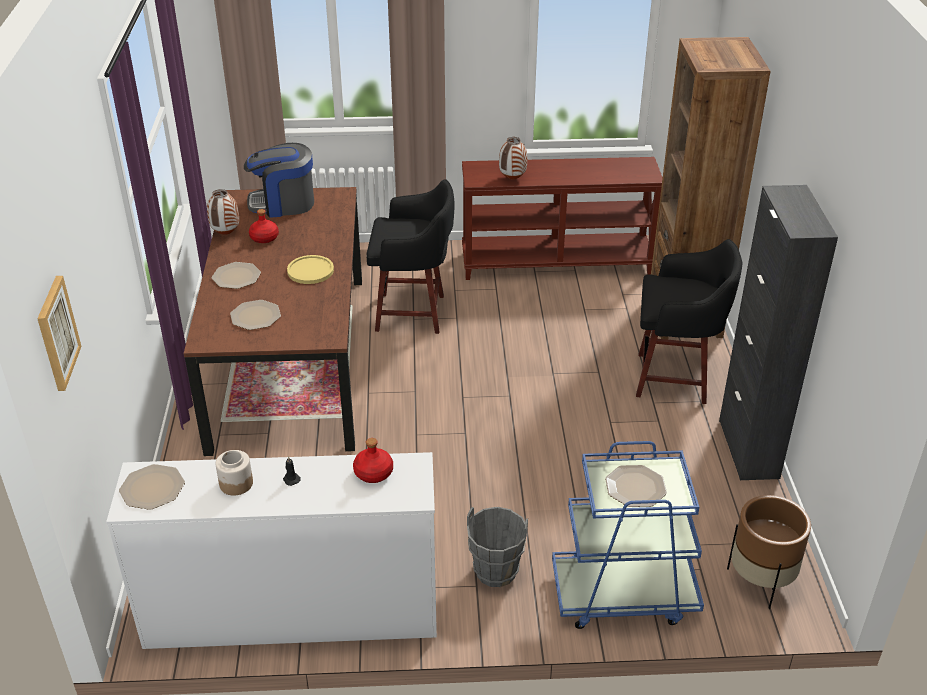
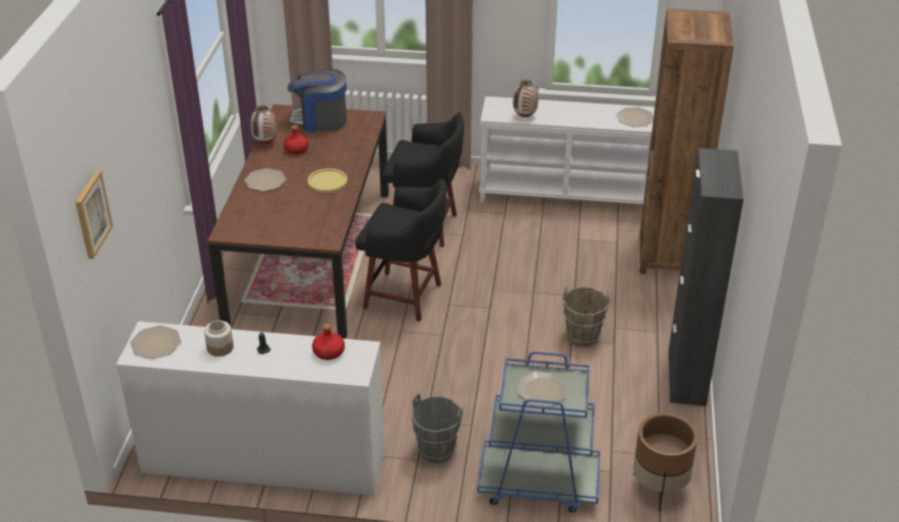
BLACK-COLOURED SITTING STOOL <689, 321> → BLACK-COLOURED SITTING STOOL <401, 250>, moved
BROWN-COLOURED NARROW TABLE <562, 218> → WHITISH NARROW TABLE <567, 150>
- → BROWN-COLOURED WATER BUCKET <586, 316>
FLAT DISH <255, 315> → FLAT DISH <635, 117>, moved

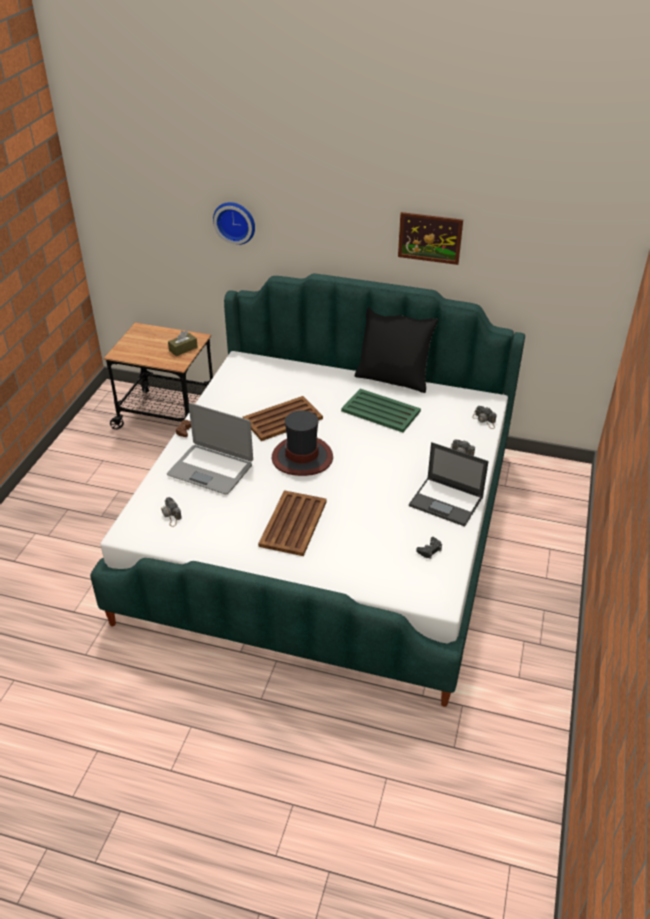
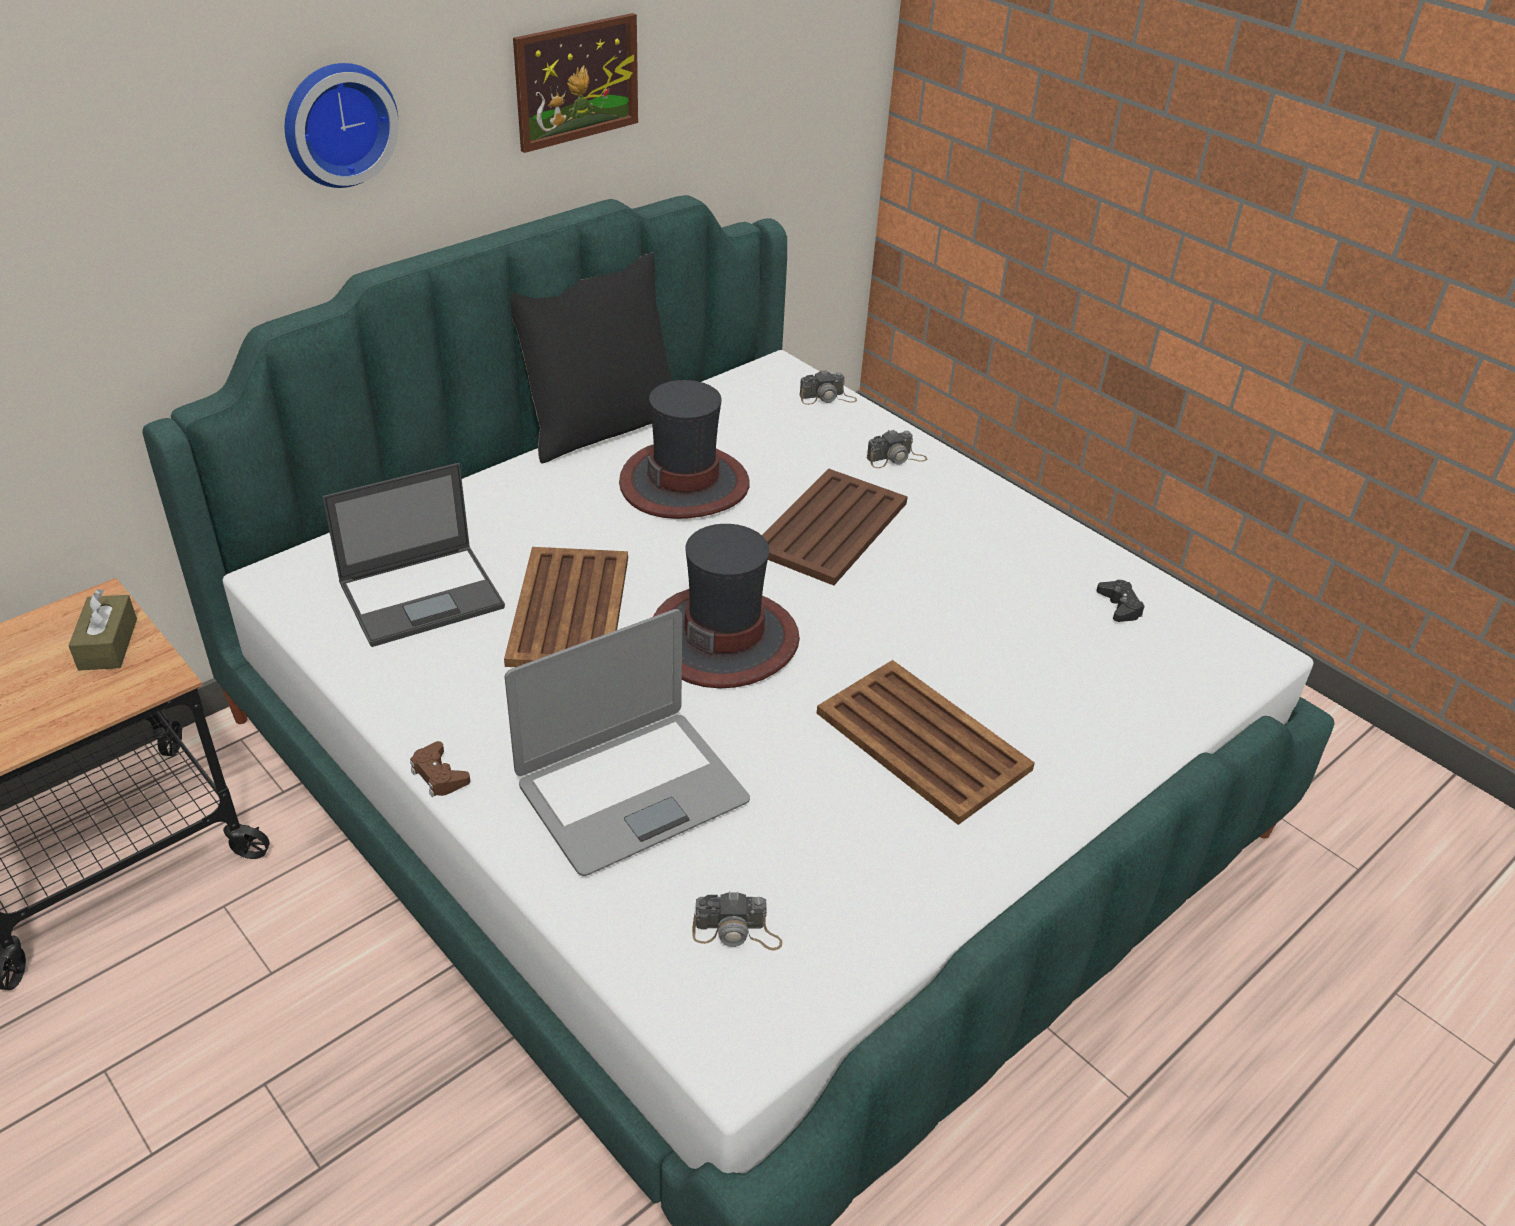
CLOCK ON THE WALL <234, 223> → CLOCK ON THE WALL <342, 125>, moved
NOTEBOOK COMPUTER <449, 484> → NOTEBOOK COMPUTER <413, 555>, moved
GREEN-COLOURED TRAY <381, 410> → CLOTHING HAT <684, 449>
- → BROWN-COLOURED TRAY <835, 527>

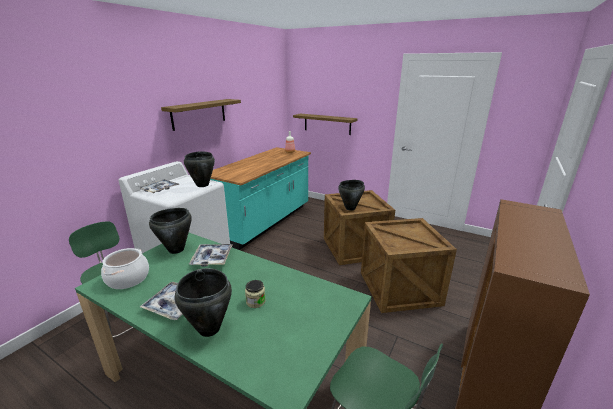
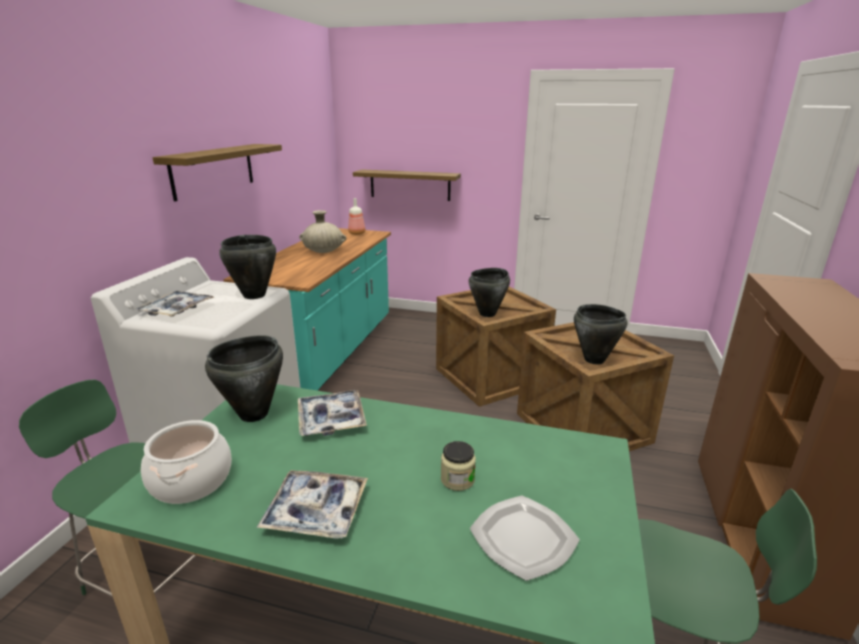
- → SAND-COLOURED FLOWER VASE <323, 231>
- → FLAT DISH <525, 538>
BLACK-COLOURED STOCKPOT <203, 302> → BLACK-COLOURED STOCKPOT <601, 334>, moved

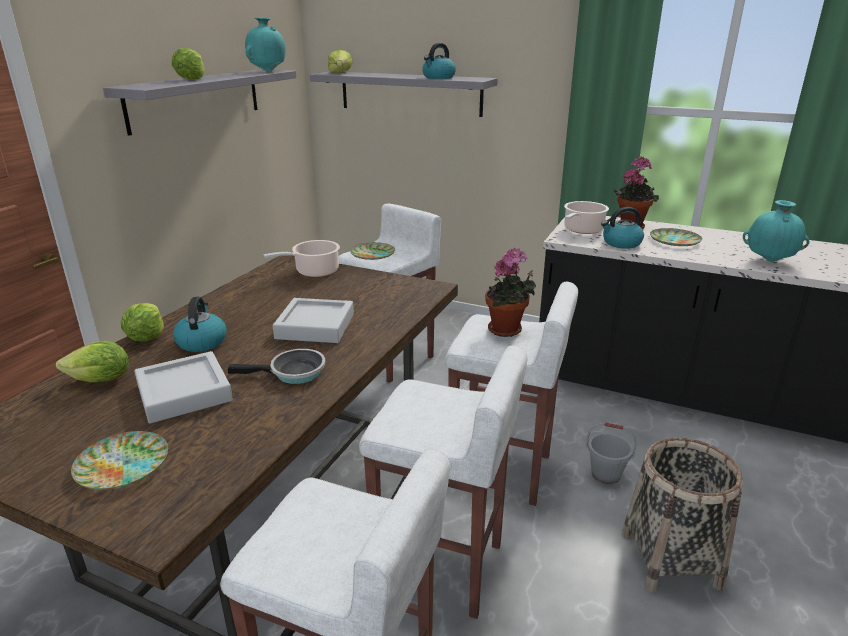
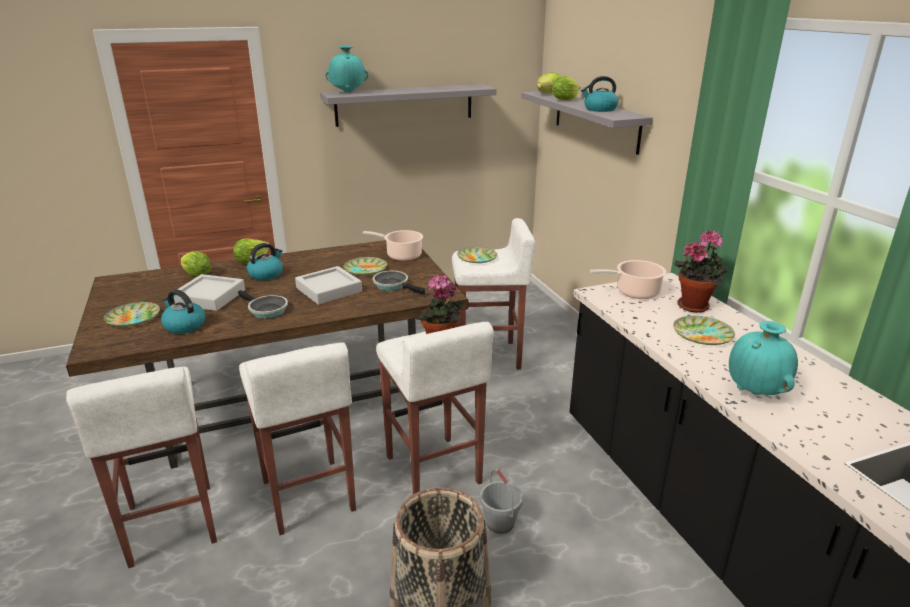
WATER KETTLE <622, 228> → WATER KETTLE <183, 312>, moved
TURQUOISE FLOWER VASE <265, 45> → TURQUOISE FLOWER VASE <347, 69>, moved
- → FLAT DISH <365, 266>
- → PAN <399, 283>
LETTUCE HEAD <188, 63> → LETTUCE HEAD <566, 88>, moved

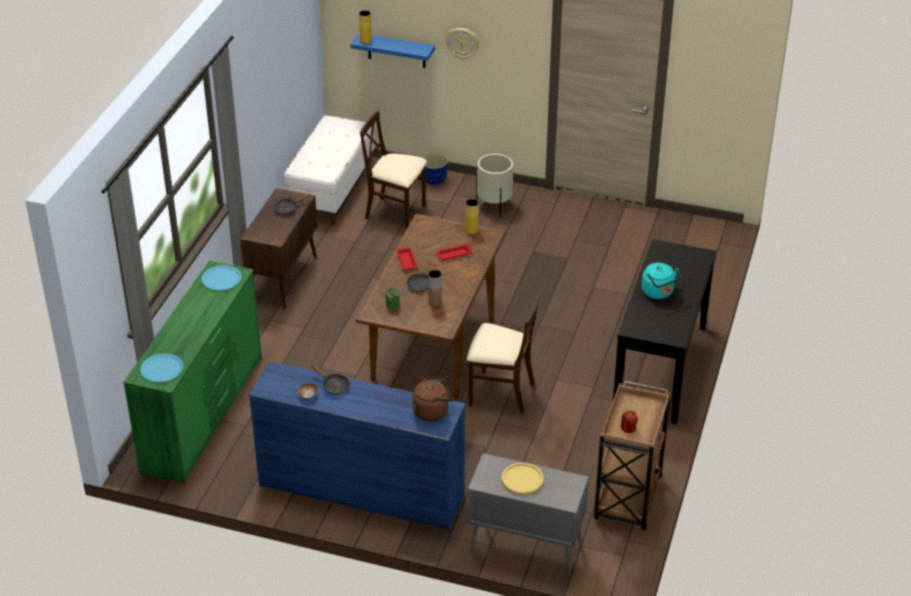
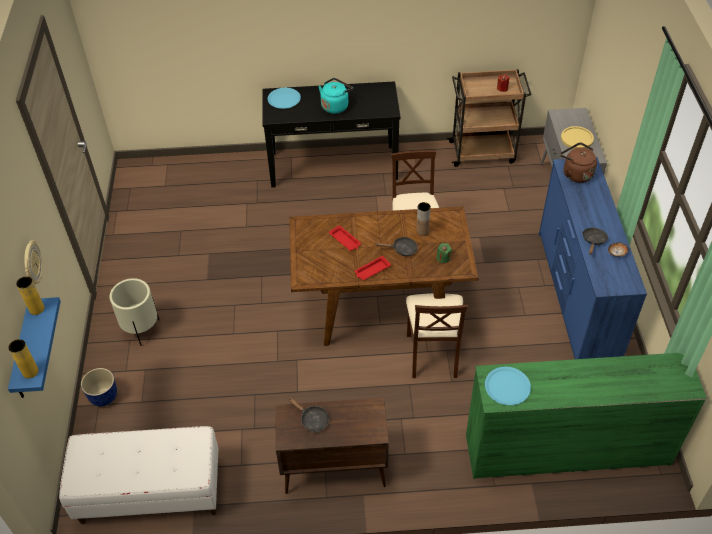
YELLOW-COLOURED FLOWER VASE <472, 216> → YELLOW-COLOURED FLOWER VASE <30, 295>, moved
BLUE FLAT DISH <161, 367> → BLUE FLAT DISH <284, 98>, moved
SAND-COLOURED CHAIR <393, 170> → SAND-COLOURED CHAIR <437, 335>, moved

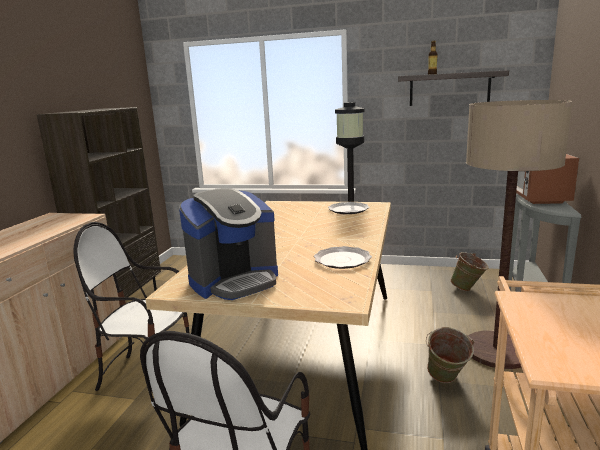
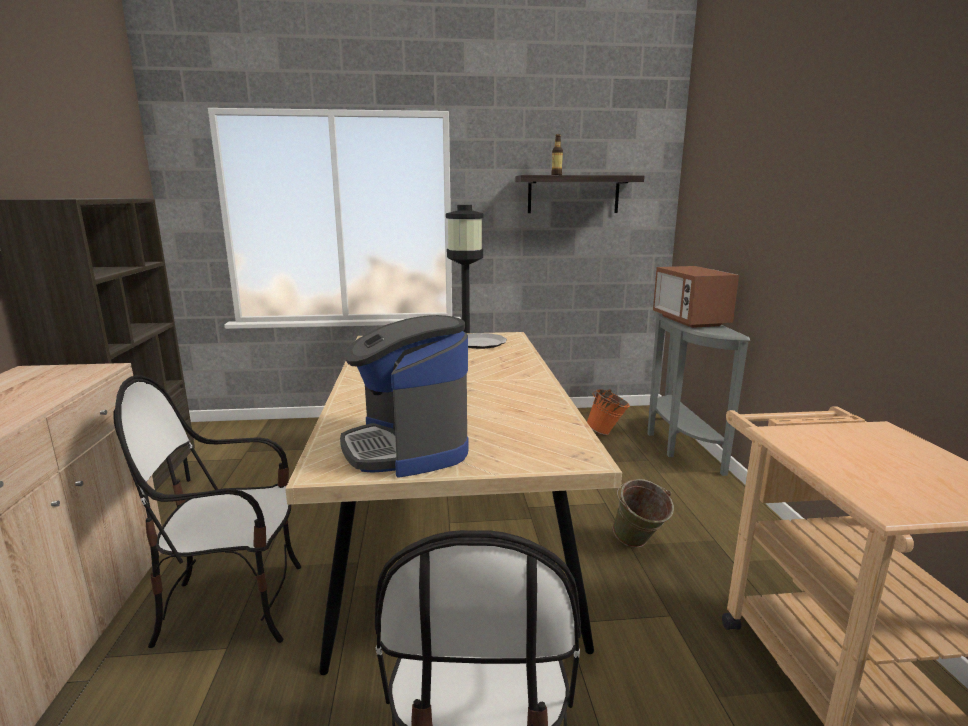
COFFEE MAKER <228, 244> → COFFEE MAKER <404, 396>, 120 degrees clockwise
GREEN-COLOURED WATER BUCKET <469, 271> → ORANGEY WATER BUCKET <608, 412>
FLAT DISH <343, 257> → -
FLOOR LAMP <519, 234> → -

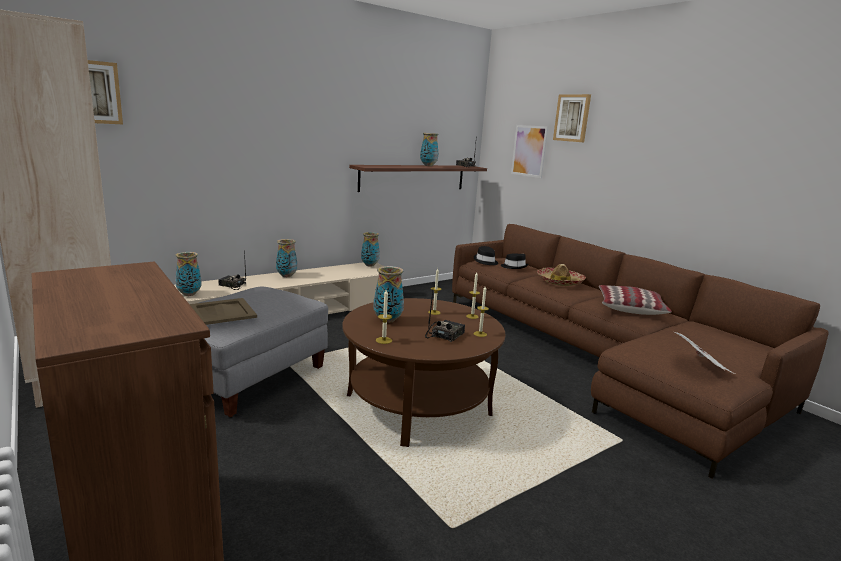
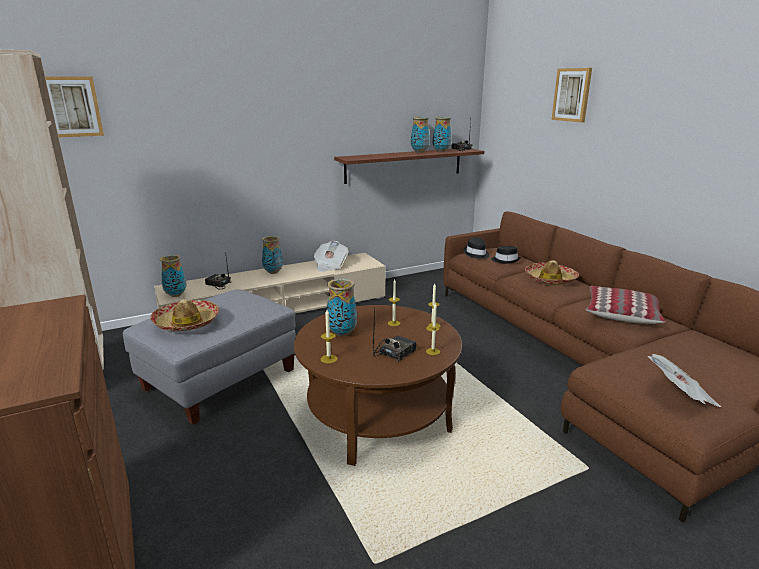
SAND-COLOURED TRAY <223, 311> → CLOTHING HAT <184, 315>
- → NEWSPAPER <331, 256>
FLOWER VASE <370, 249> → FLOWER VASE <442, 134>, moved
PICTURE <529, 151> → -

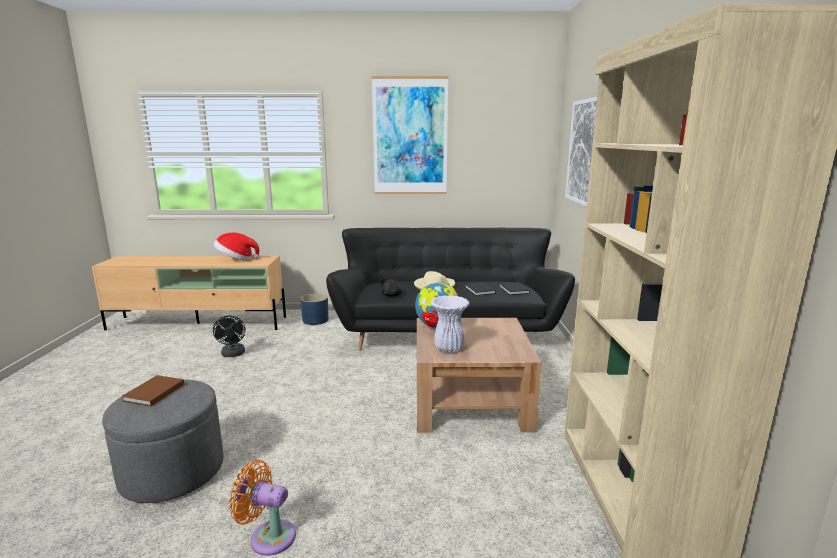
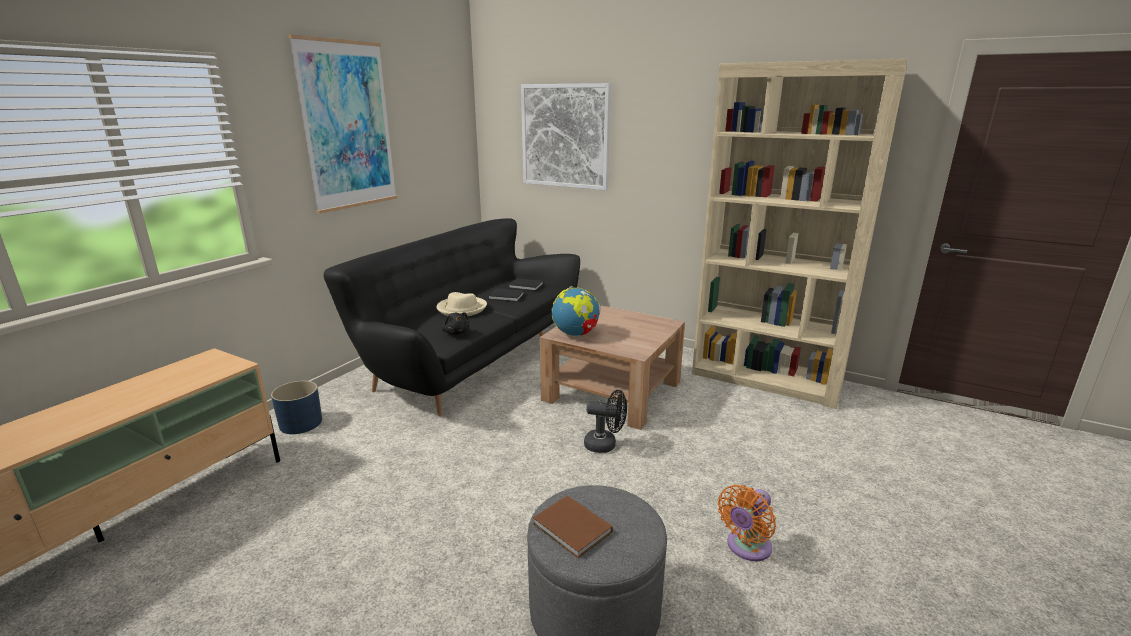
BLACK-COLOURED FAN <229, 336> → BLACK-COLOURED FAN <605, 421>, moved
CLOTHING HAT <236, 246> → -
WHITISH FLOWER VASE <449, 323> → -

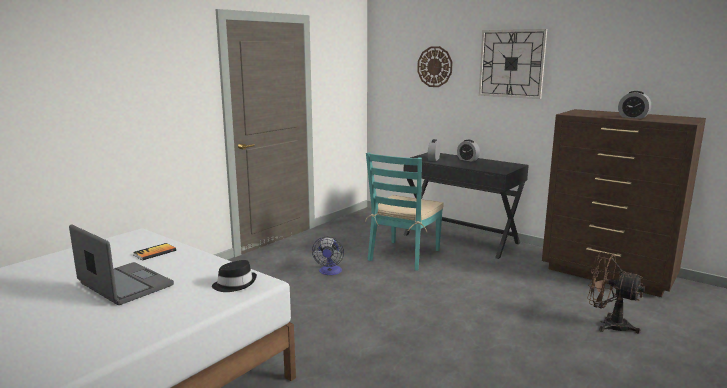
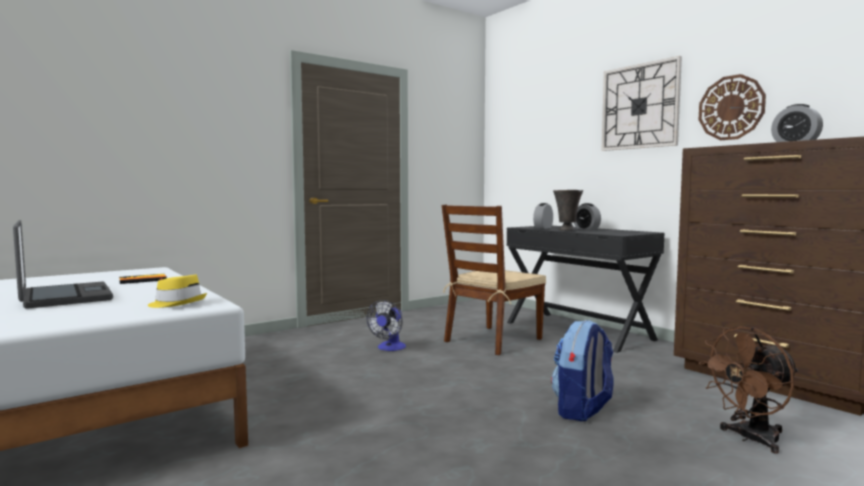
BLACK-COLOURED CLOTHING HAT <234, 276> → YELLOW-COLOURED CLOTHING HAT <177, 291>
TURQUOISE CHAIR <404, 211> → BROWN-COLOURED CHAIR <494, 280>
- → BACKPACK <582, 370>
- → GRAY FLOWER VASE <568, 210>
CLOCK ON THE WALL <435, 66> → CLOCK ON THE WALL <732, 107>, moved
BROWN-COLOURED FAN <616, 293> → BROWN-COLOURED FAN <749, 390>, 75 degrees counterclockwise

